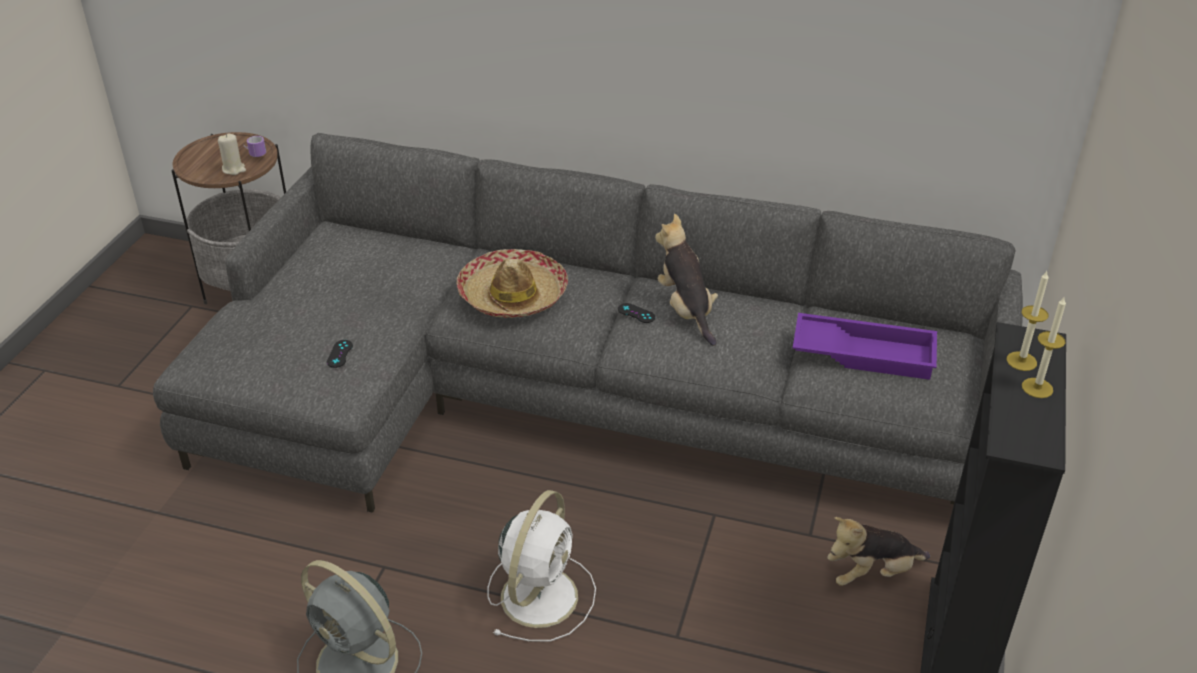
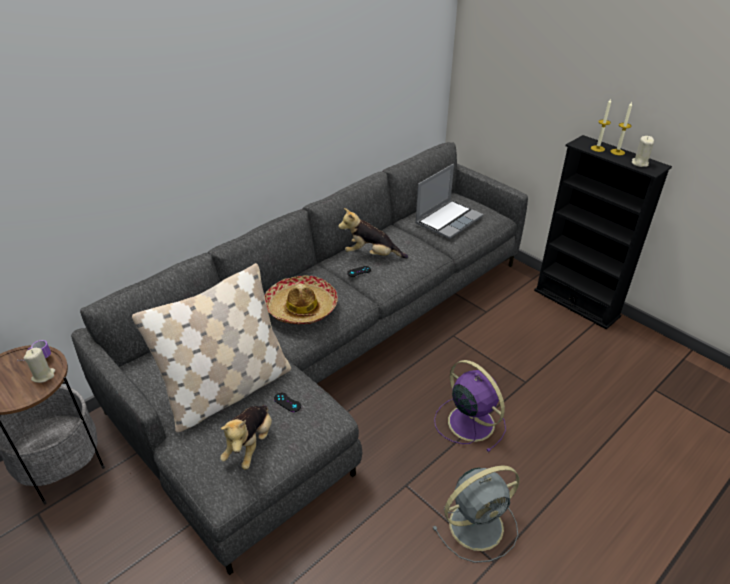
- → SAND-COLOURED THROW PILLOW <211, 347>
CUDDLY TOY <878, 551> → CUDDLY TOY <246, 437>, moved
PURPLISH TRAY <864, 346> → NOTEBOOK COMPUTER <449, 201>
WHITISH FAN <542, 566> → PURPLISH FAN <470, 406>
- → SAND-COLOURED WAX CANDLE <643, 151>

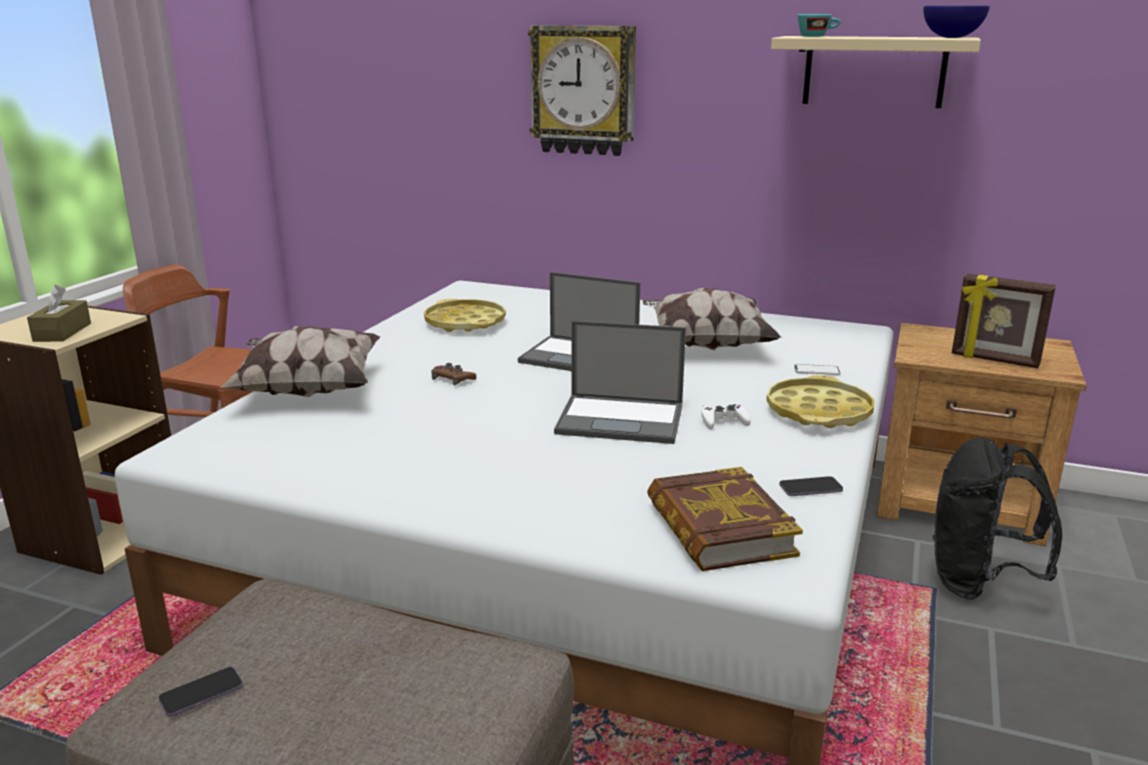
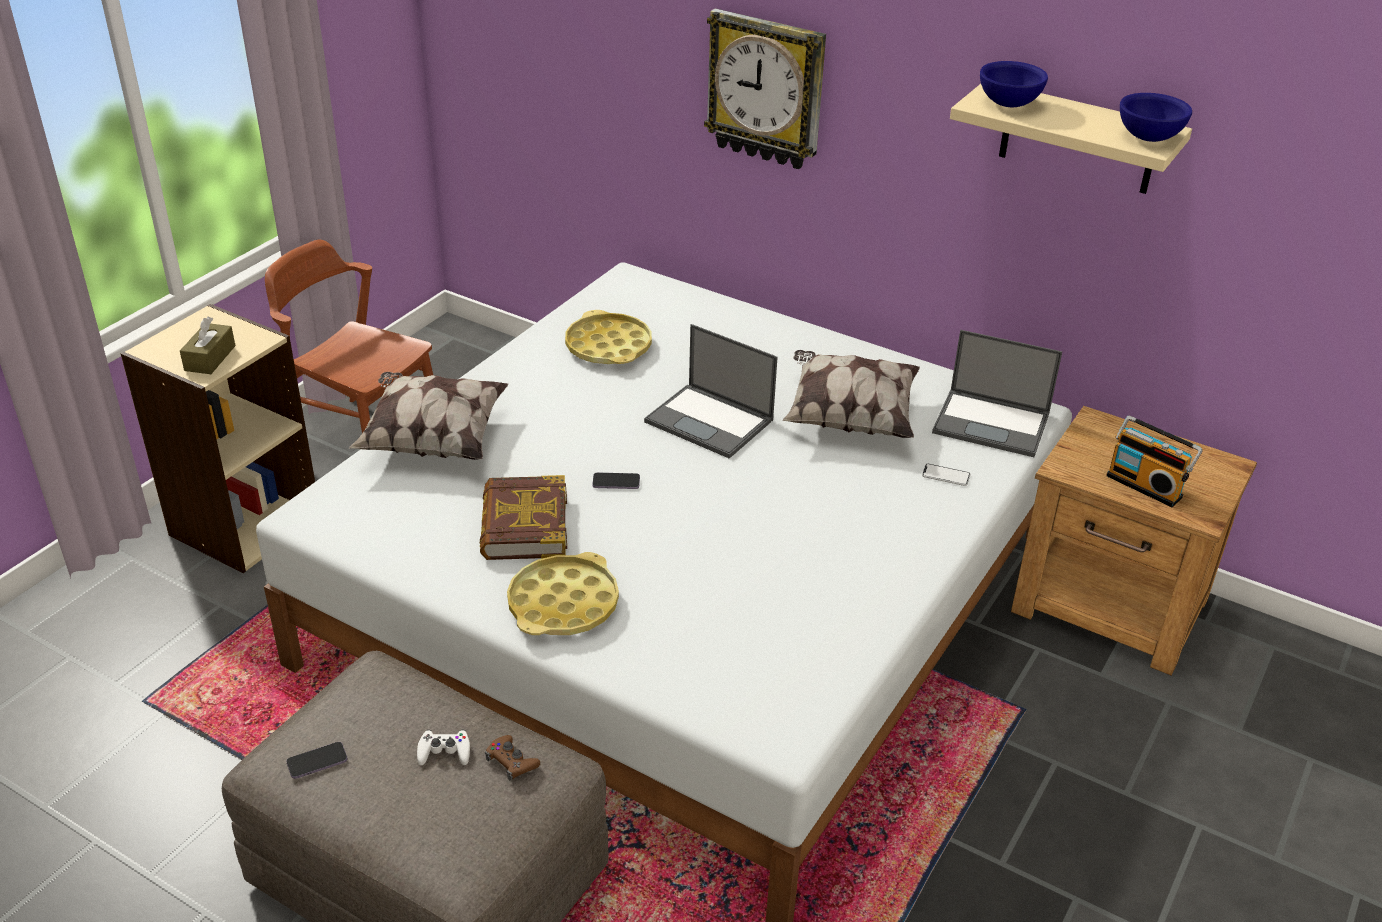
WHITISH GAME CONTROLLER <726, 416> → WHITISH GAME CONTROLLER <443, 747>, moved
BOOK <725, 519> → BOOK <523, 517>, moved
BROWN-COLOURED GAME CONTROLLER <453, 374> → BROWN-COLOURED GAME CONTROLLER <512, 757>, moved
YELLOW-COLOURED TRAY <820, 401> → YELLOW-COLOURED TRAY <563, 593>, moved
TELEPHONE <811, 486> → TELEPHONE <616, 481>, moved
NOTEBOOK COMPUTER <620, 382> → NOTEBOOK COMPUTER <997, 393>, moved
TURQUOISE SMALL CUP <819, 25> → BLUE DEEP DISH <1014, 84>
PHOTO FRAME <1004, 320> → RADIO <1154, 461>
BLACK-COLOURED BACKPACK <997, 518> → -

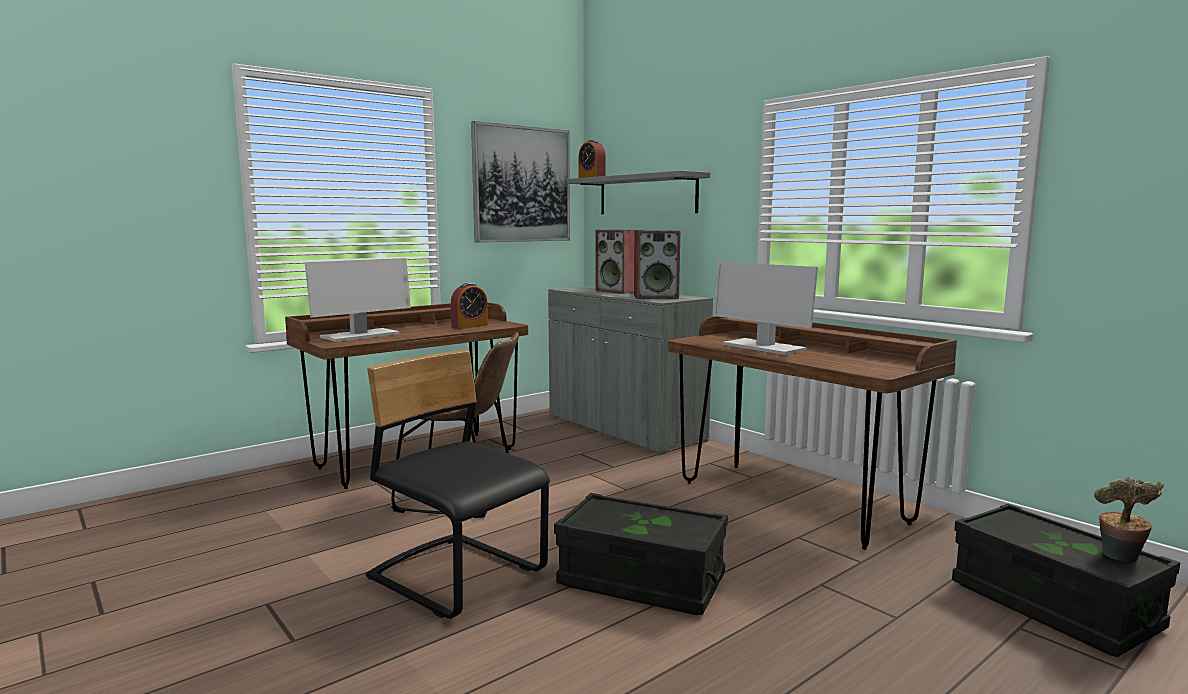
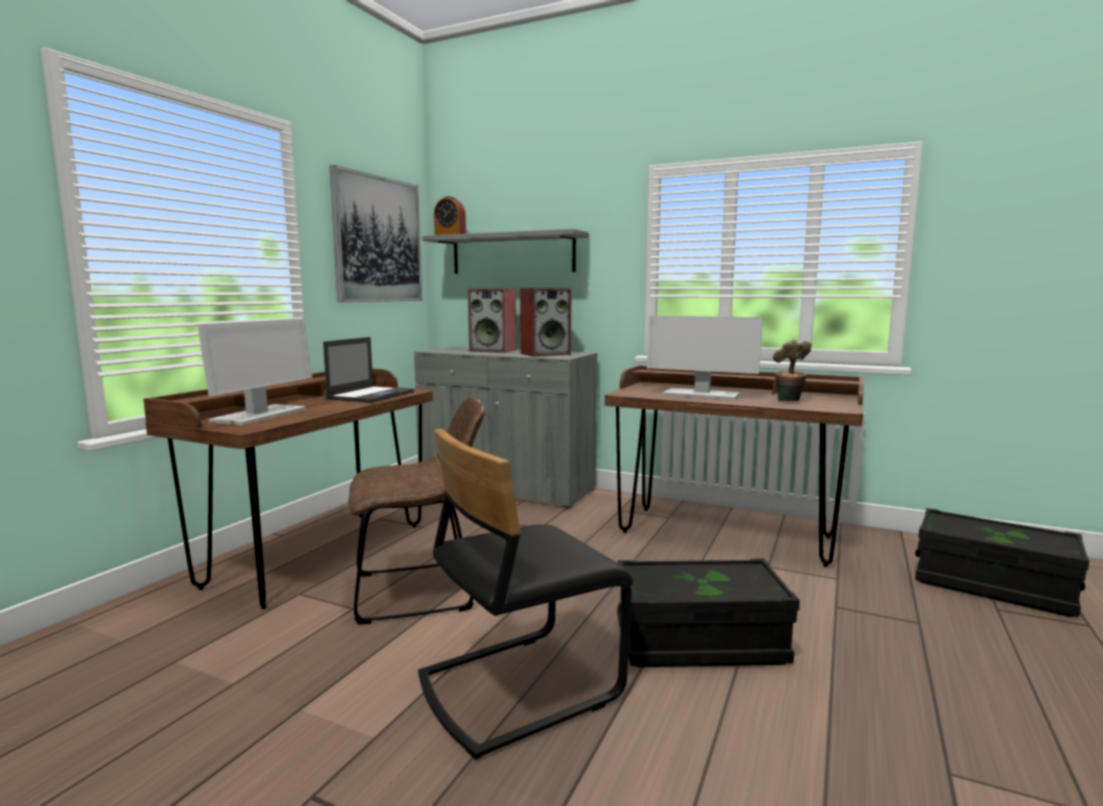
BEDSIDE CLOCK <469, 306> → NOTEBOOK COMPUTER <368, 370>
BLACK-COLOURED CHAIR <458, 484> → BLACK-COLOURED CHAIR <525, 594>, 45 degrees counterclockwise
HOUSEPLANT <1129, 519> → HOUSEPLANT <792, 370>, moved

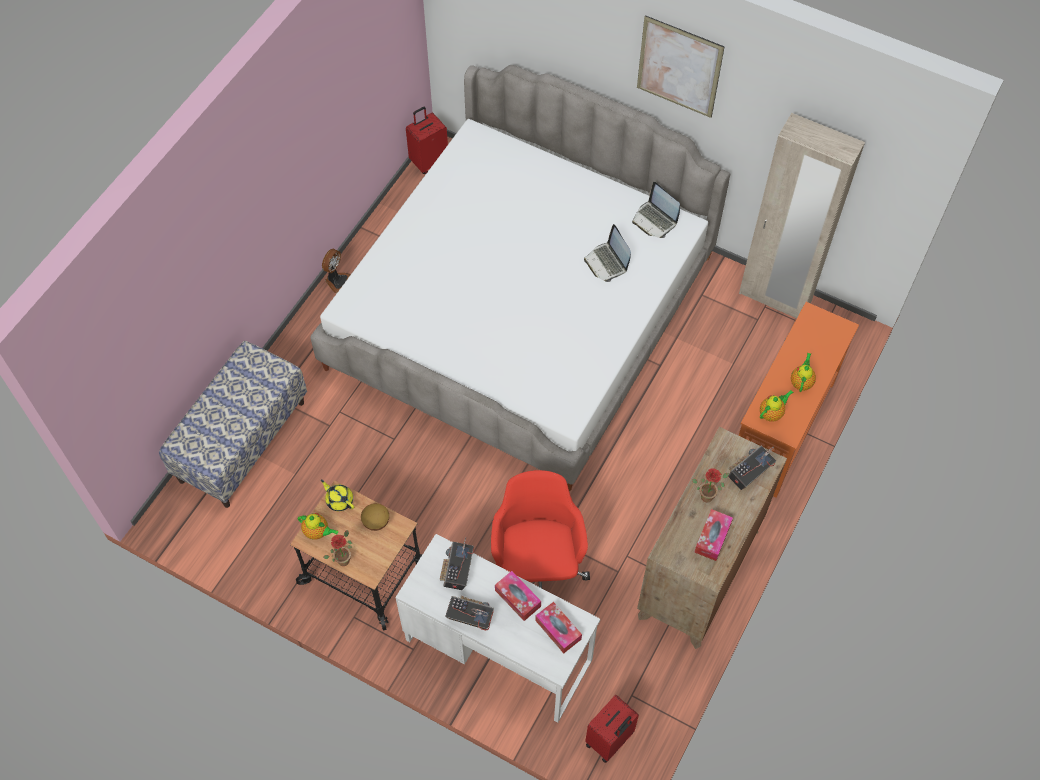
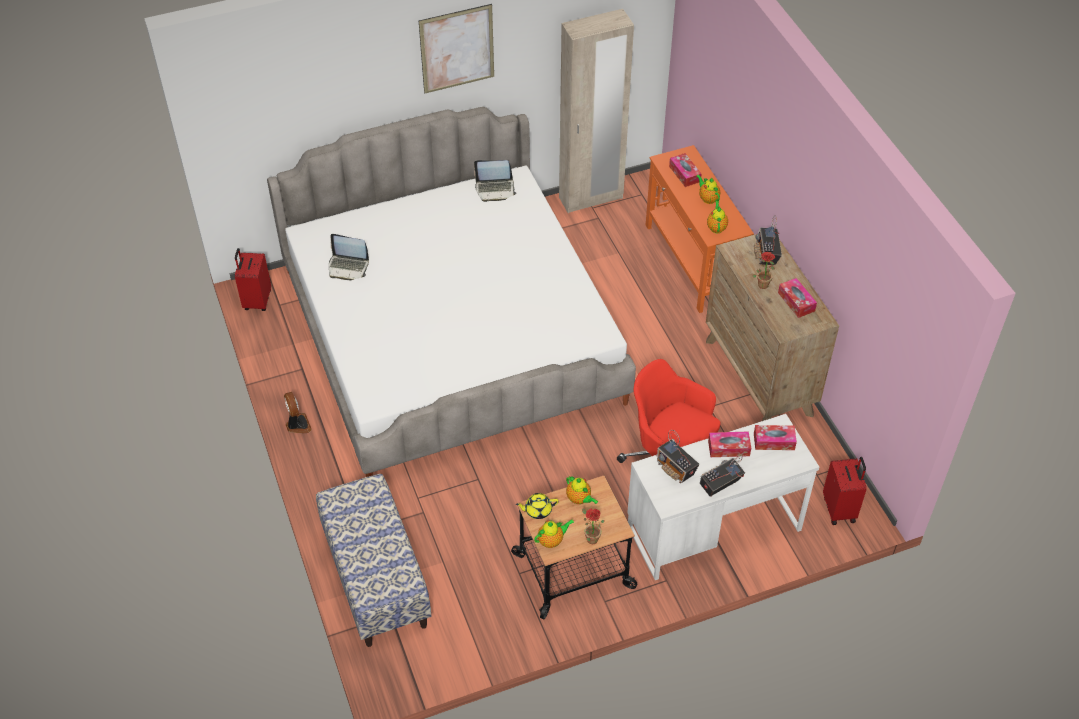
NOTEBOOK COMPUTER <607, 253> → NOTEBOOK COMPUTER <349, 257>, moved
DEEP DISH <375, 517> → TEA POT <582, 490>
- → BOX OF TISSUES <685, 170>

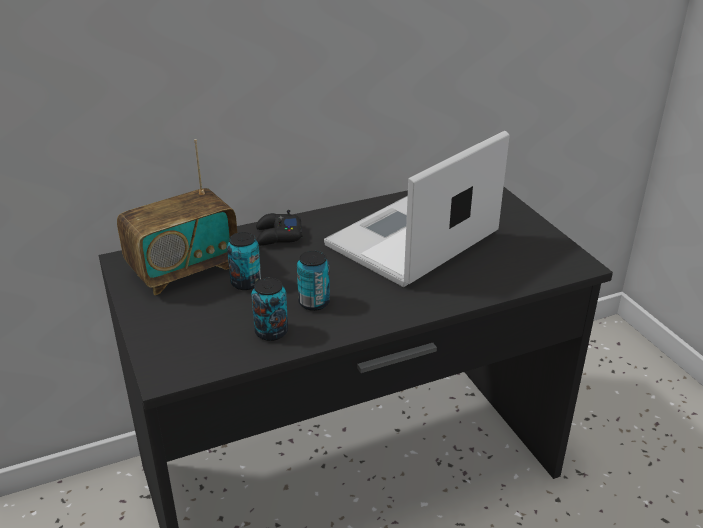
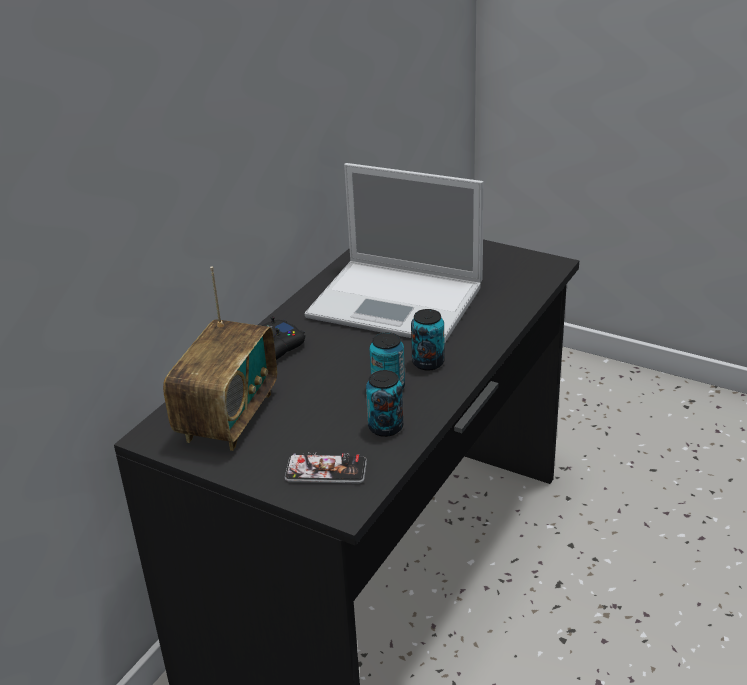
- → TELEPHONE <326, 468>
NOTEBOOK COMPUTER <417, 209> → NOTEBOOK COMPUTER <394, 253>, 75 degrees counterclockwise
SEALED CAN <244, 261> → SEALED CAN <428, 340>, moved

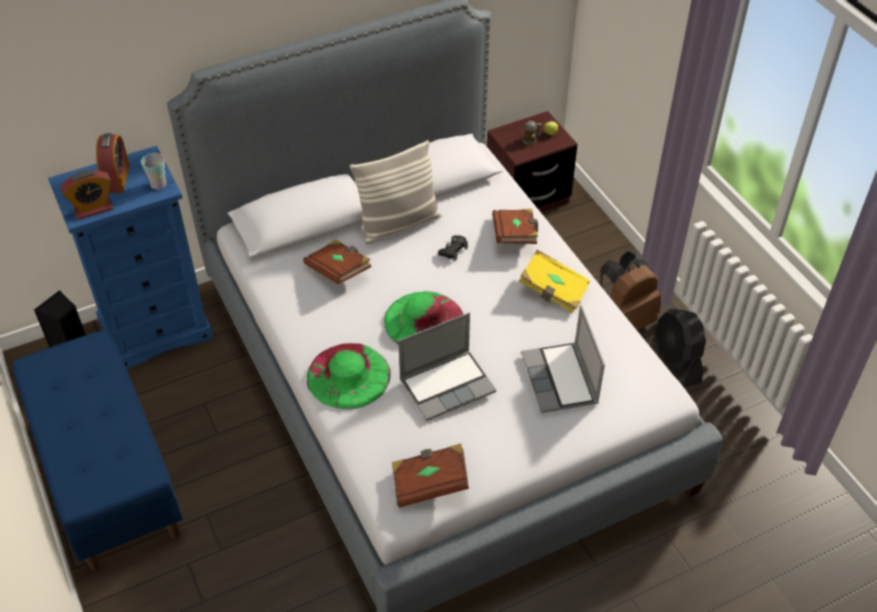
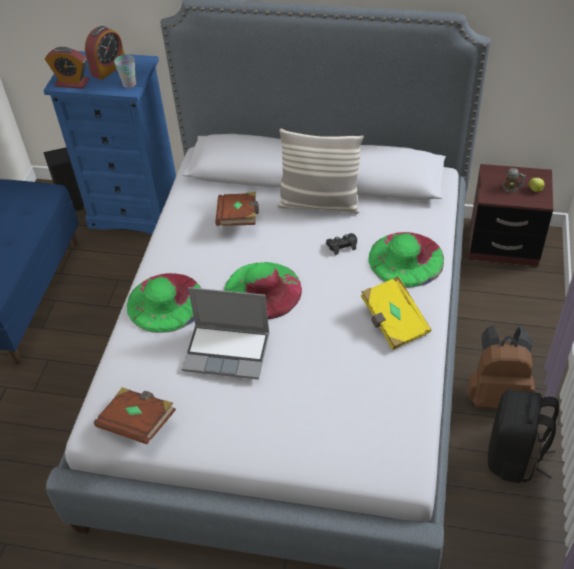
BROWN-COLOURED BOOK <515, 226> → GREEN-COLOURED CLOTHING HAT <406, 259>
BLACK-COLOURED FAN <679, 347> → BLACK-COLOURED BACKPACK <523, 436>
NOTEBOOK COMPUTER <563, 359> → -

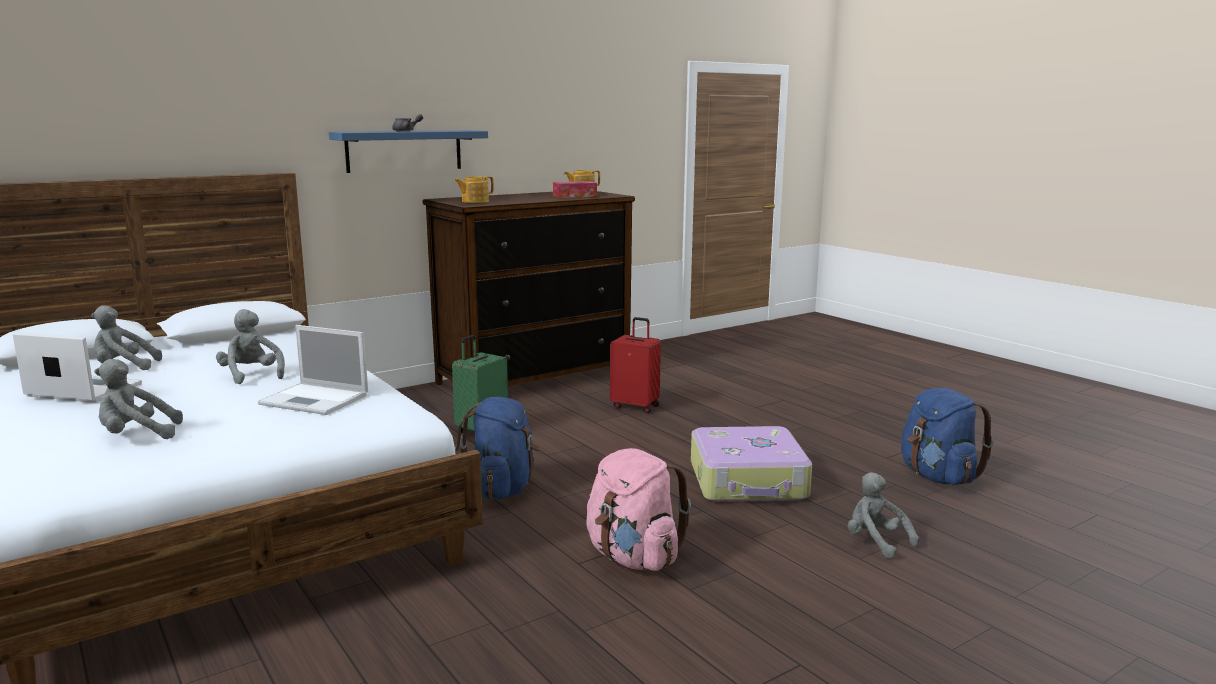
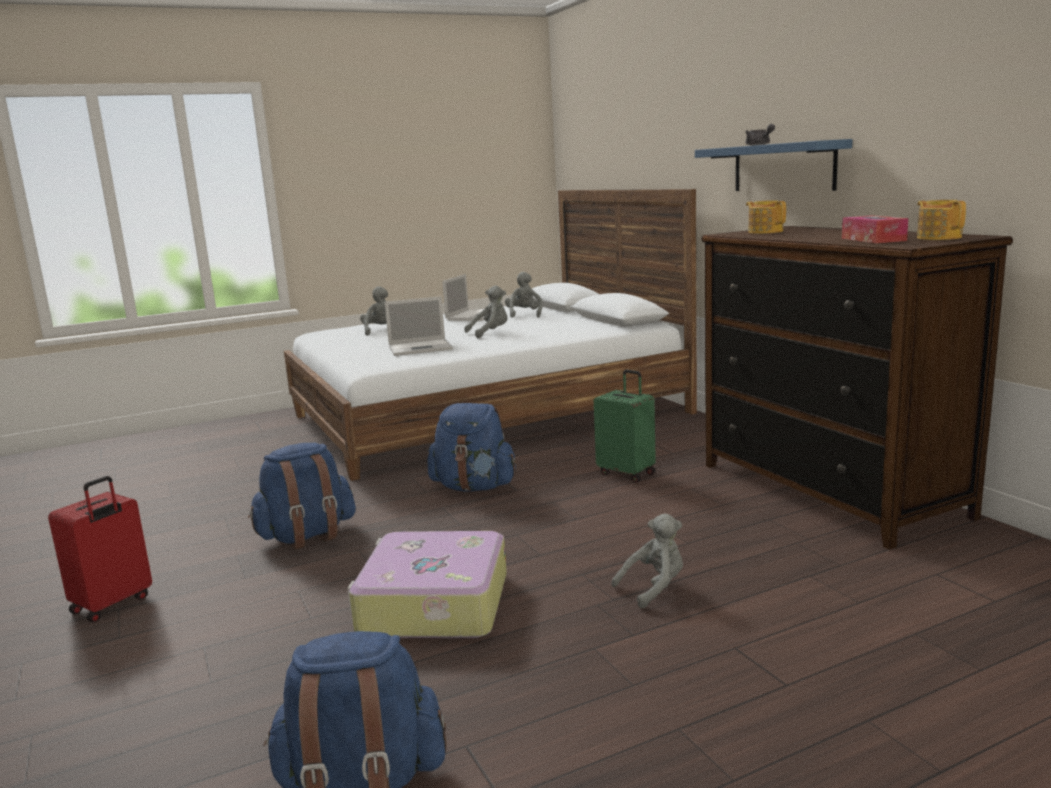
RED-COLOURED TRAVEL CASE <635, 365> → RED-COLOURED TRAVEL CASE <100, 549>, moved
PINK BACKPACK <638, 509> → BLUE BACKPACK <302, 496>
NOTEBOOK COMPUTER <313, 370> → NOTEBOOK COMPUTER <419, 326>, 135 degrees counterclockwise
GRAY CUDDLY TOY <884, 515> → GRAY CUDDLY TOY <647, 561>, moved

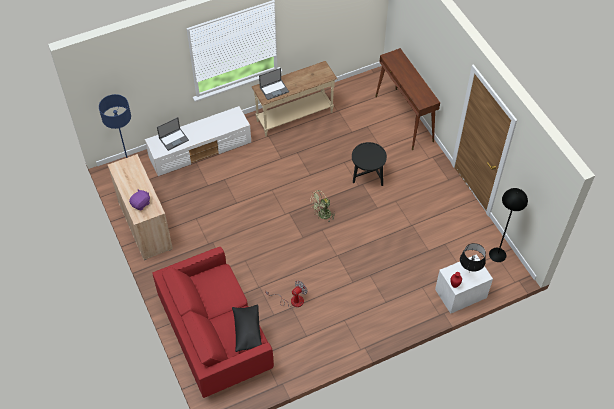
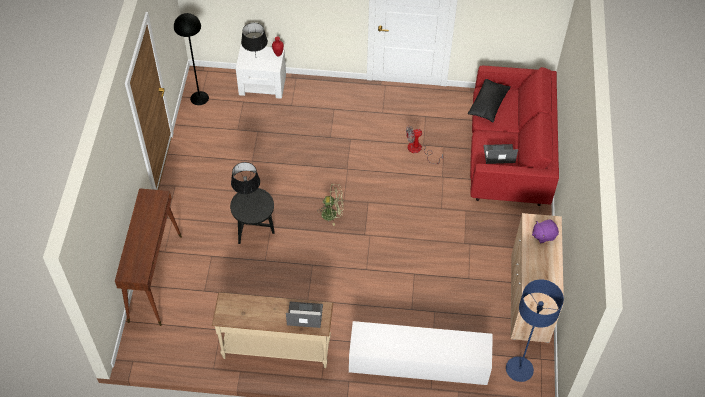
- → BLACK-COLOURED TABLE LAMP <245, 180>
NOTEBOOK COMPUTER <173, 134> → NOTEBOOK COMPUTER <500, 154>, moved

